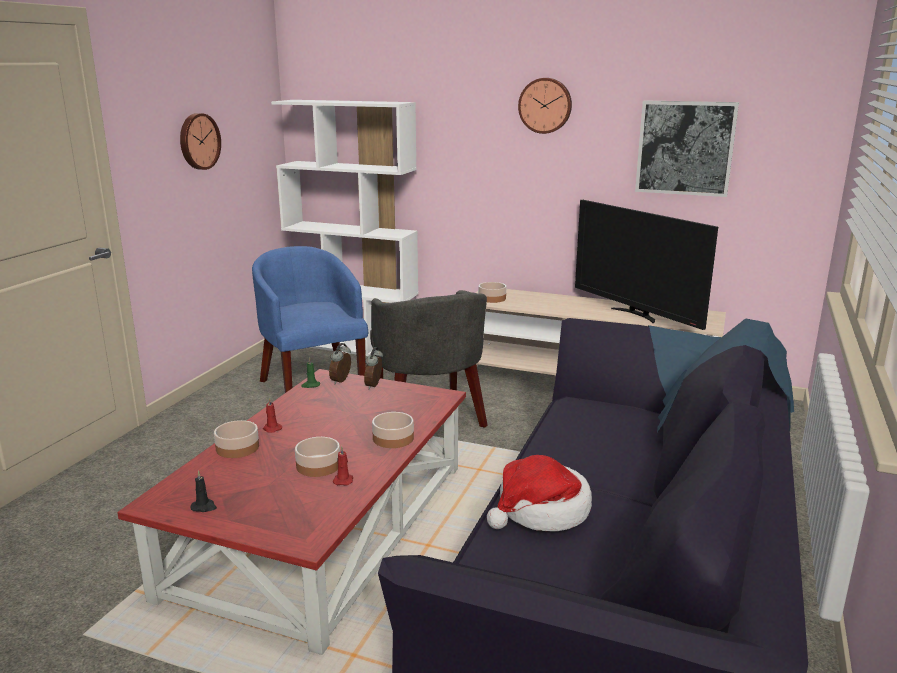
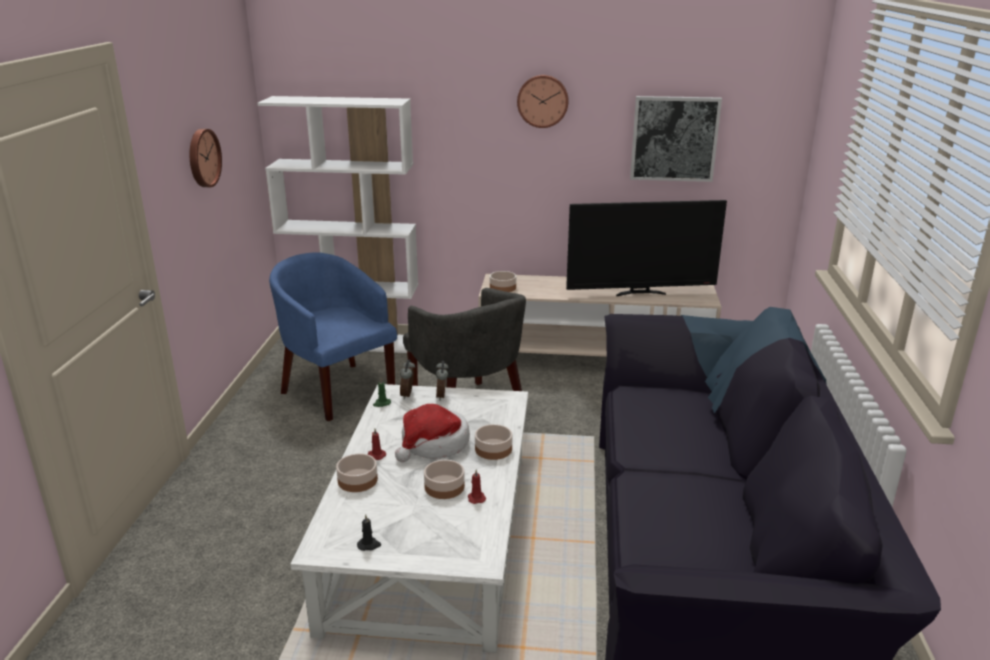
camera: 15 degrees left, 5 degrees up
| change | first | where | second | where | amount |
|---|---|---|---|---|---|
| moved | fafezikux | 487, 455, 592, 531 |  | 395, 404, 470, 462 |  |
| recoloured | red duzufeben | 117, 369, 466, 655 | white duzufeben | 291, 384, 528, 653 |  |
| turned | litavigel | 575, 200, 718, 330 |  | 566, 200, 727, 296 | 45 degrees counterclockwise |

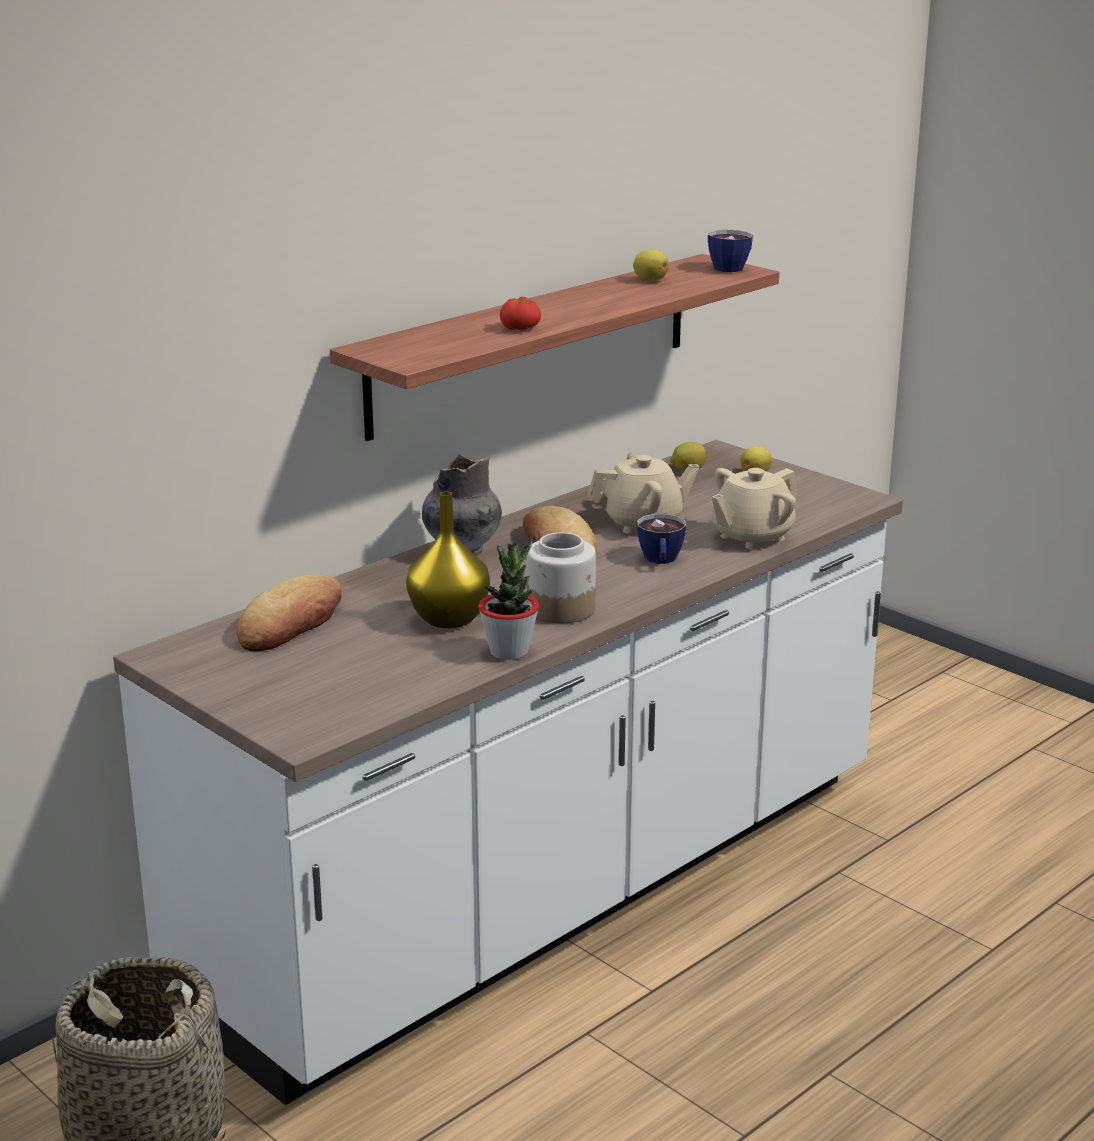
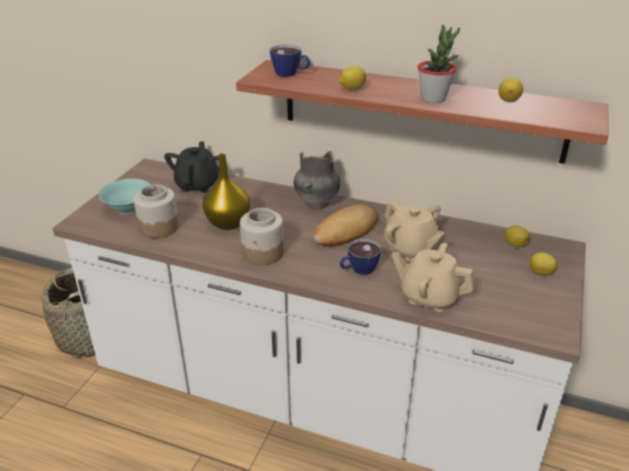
camera: 65 degrees right, 10 degrees up
| change | first | where | second | where | amount |
|---|---|---|---|---|---|
| added |  |  | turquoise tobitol | 99, 179, 151, 214 |  |
| added |  |  | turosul | 133, 184, 179, 238 |  |
| moved | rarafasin | 478, 538, 539, 660 |  | 417, 25, 460, 103 |  |
| moved | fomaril | 708, 230, 753, 272 |  | 270, 44, 310, 77 |  |
| replaced | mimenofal | 236, 574, 342, 652 | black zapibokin | 164, 141, 219, 193 |  |
| replaced | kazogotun | 500, 297, 541, 331 | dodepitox | 339, 66, 366, 90 |  |

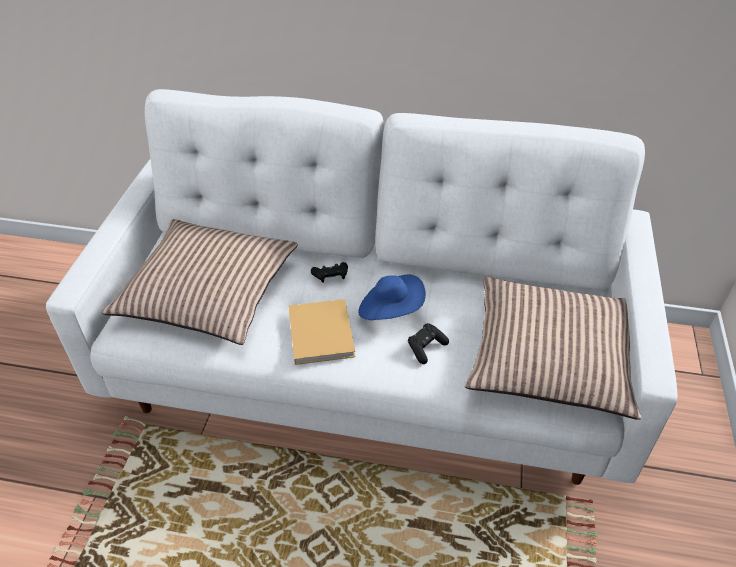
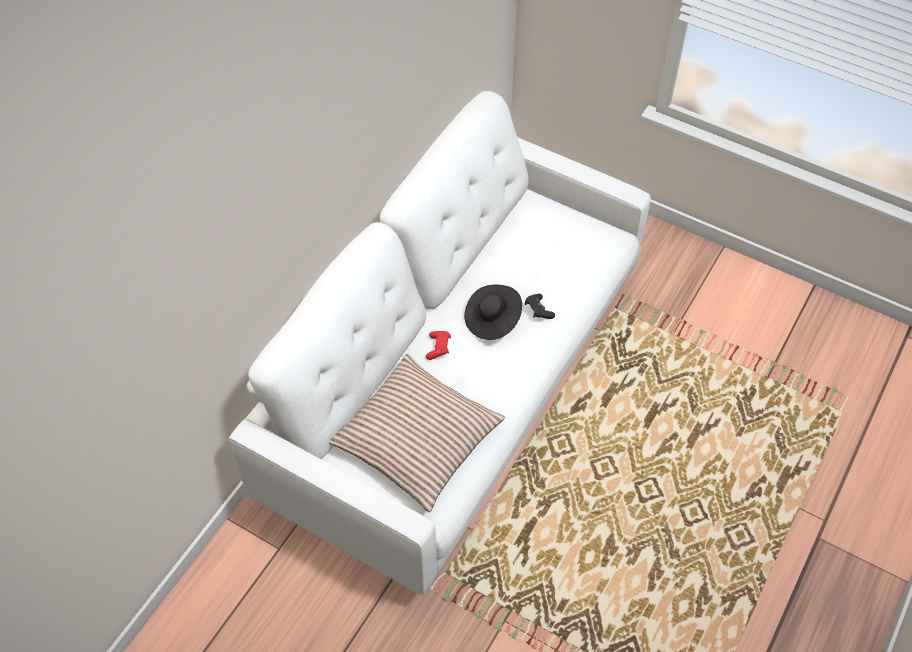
camera: 70 degrees left, 10 degrees up
| change | first | where | second | where | amount |
|---|---|---|---|---|---|
| removed | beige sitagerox | 288, 299, 355, 365 |  |  |  |
| removed | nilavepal | 465, 277, 642, 420 |  |  |  |
| recoloured | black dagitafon | 311, 262, 348, 283 | red dagitafon | 426, 331, 451, 360 |  |
| recoloured | blue fafezikux | 358, 274, 426, 320 | black fafezikux | 464, 285, 522, 340 |  |

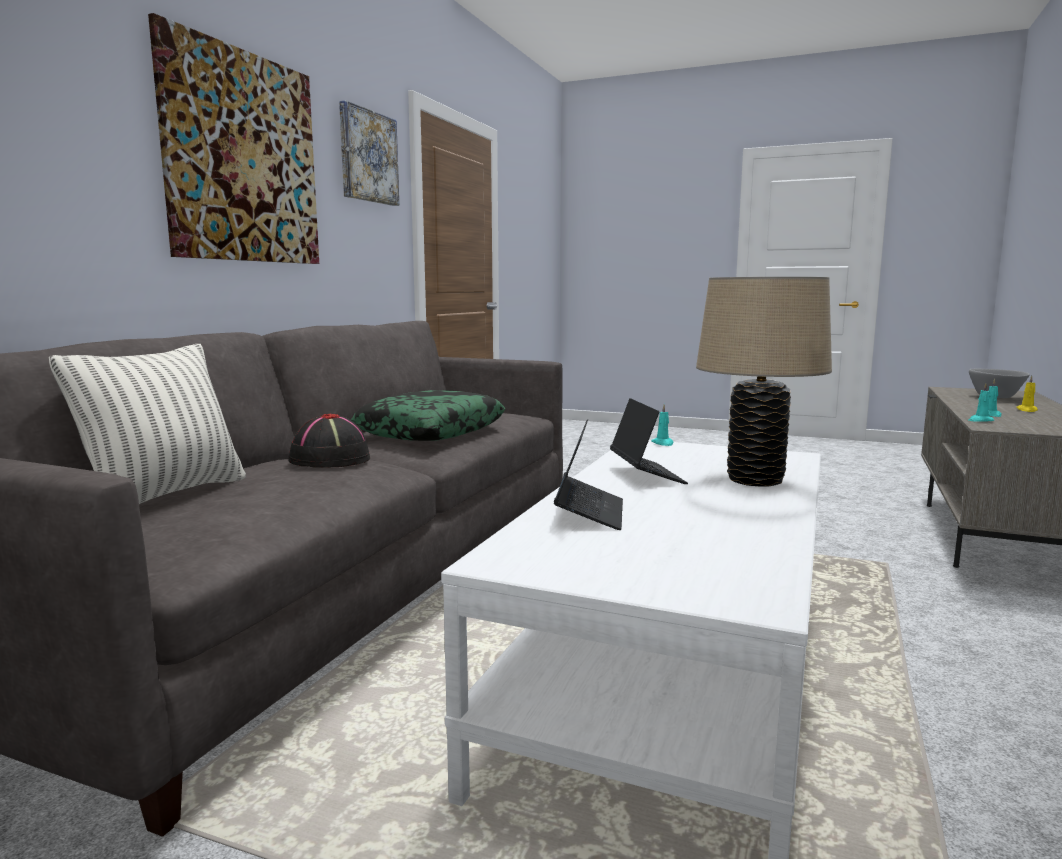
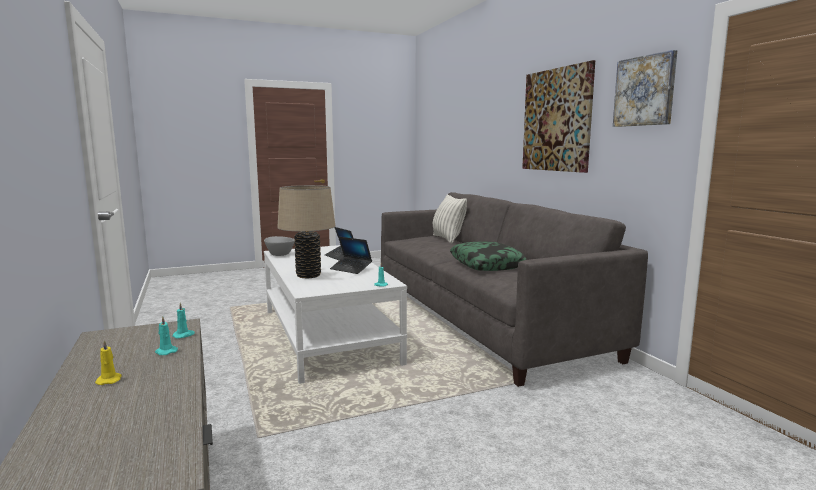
camera: 135 degrees right, 0 degrees up
| change | first | where | second | where | amount |
|---|---|---|---|---|---|
| removed | black fafezikux | 288, 414, 370, 468 |  |  |  |
| moved | grey tobitol | 969, 369, 1030, 398 |  | 264, 236, 295, 256 |  |

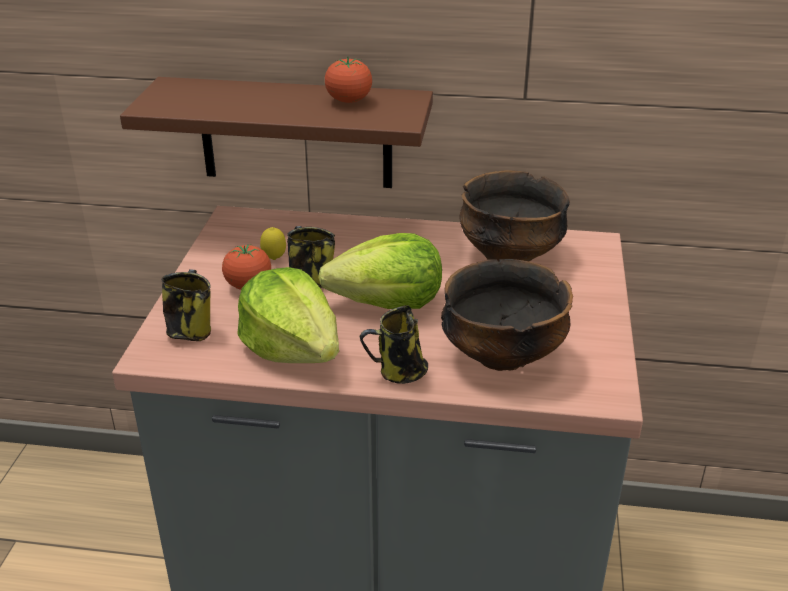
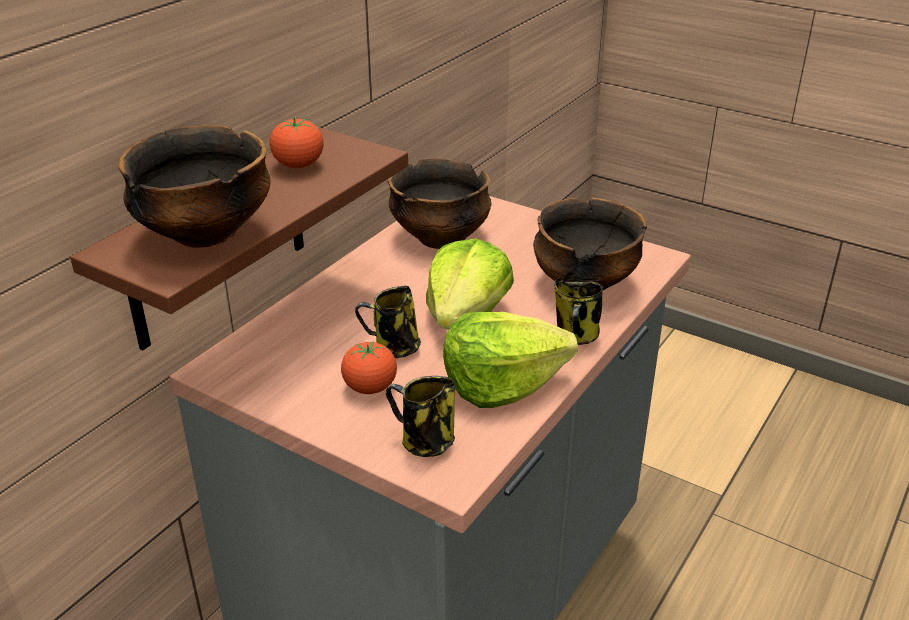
camera: 65 degrees left, 0 degrees up
| change | first | where | second | where | amount |
|---|---|---|---|---|---|
| removed | dodepitox | 260, 227, 286, 260 |  |  |  |
| added |  |  | tobitol | 118, 125, 271, 248 |  |

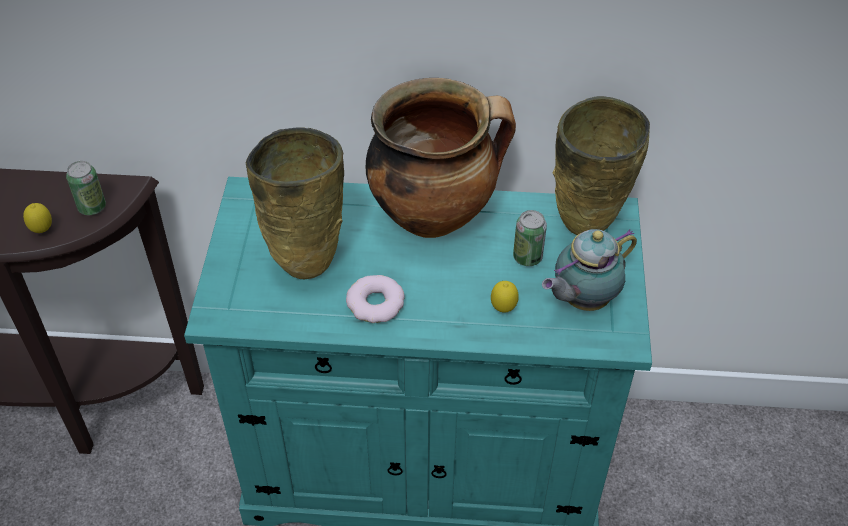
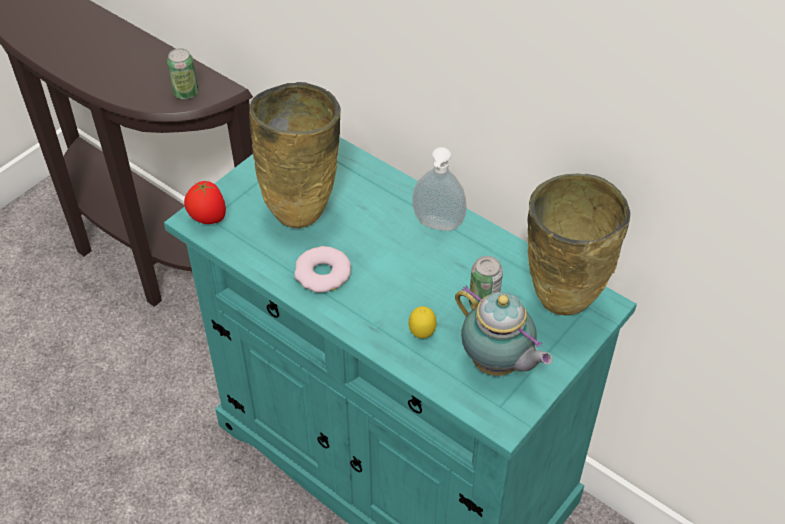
camera: 35 degrees right, 0 degrees up
| change | first | where | second | where | amount |
|---|---|---|---|---|---|
| removed | dodepitox | 23, 203, 52, 233 |  |  |  |
| added |  |  | kazogotun | 184, 181, 226, 224 |  |
| replaced | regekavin | 366, 78, 516, 238 | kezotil | 412, 147, 467, 231 |  |
| turned | zapibokin | 542, 229, 637, 311 |  | 455, 286, 553, 376 | 135 degrees counterclockwise |

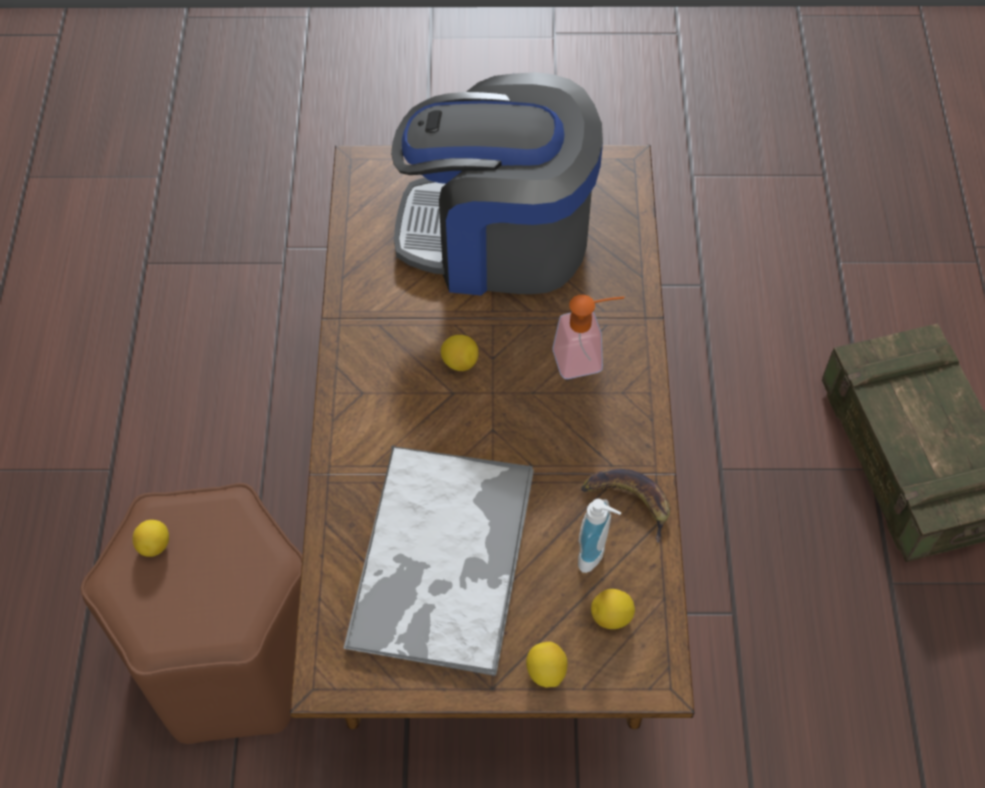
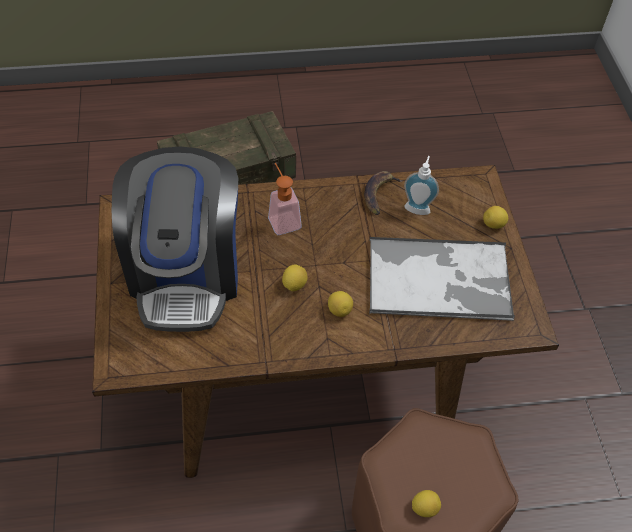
camera: 100 degrees left, 5 degrees down
| change | first | where | second | where | amount |
|---|---|---|---|---|---|
| moved | dodepitox | 591, 589, 635, 629 |  | 328, 291, 353, 317 |  |

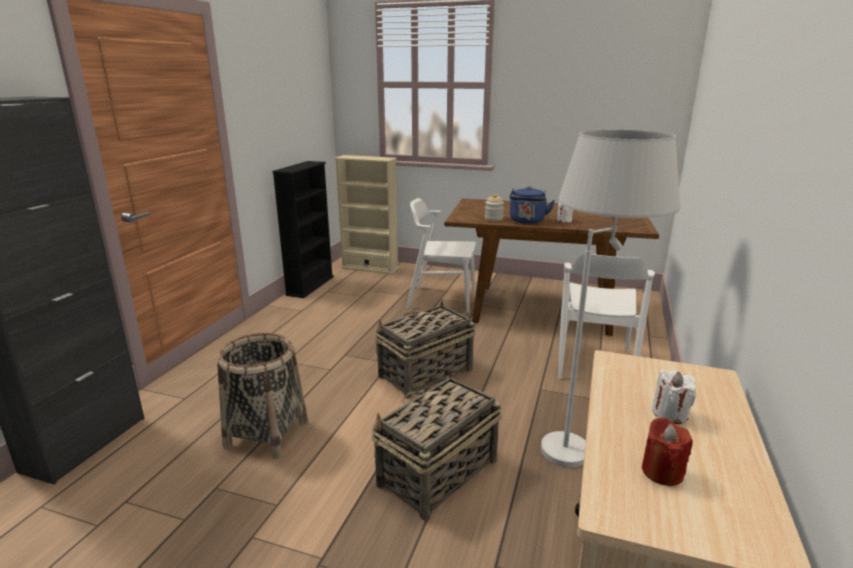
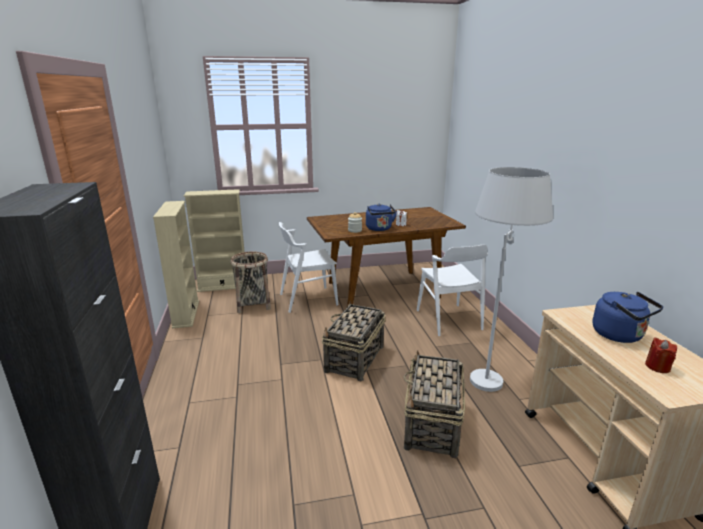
camera: 30 degrees left, 0 degrees up
| change | first | where | second | where | amount |
|---|---|---|---|---|---|
| moved | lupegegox | 217, 333, 308, 459 |  | 230, 251, 271, 313 |  |
| replaced | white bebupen | 652, 370, 696, 424 | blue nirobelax | 593, 292, 663, 343 |  |
| recoloured | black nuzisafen | 272, 161, 334, 298 | beige nuzisafen | 153, 201, 199, 328 |  |

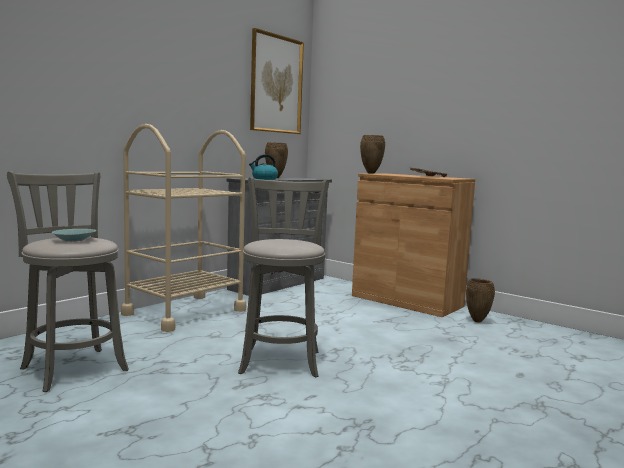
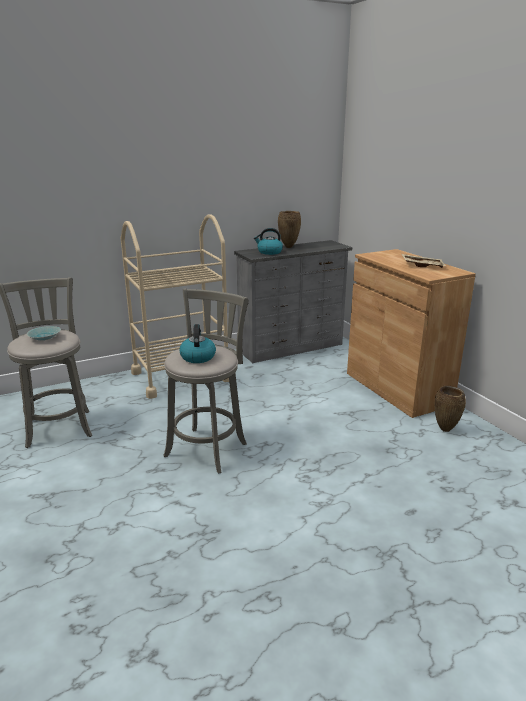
camera: 25 degrees right, 15 degrees up
| change | first | where | second | where | amount |
|---|---|---|---|---|---|
| removed | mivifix | 250, 28, 304, 134 |  |  |  |
| removed | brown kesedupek | 360, 135, 385, 174 |  |  |  |
| added |  |  | nirobelax | 179, 324, 216, 363 |  |

